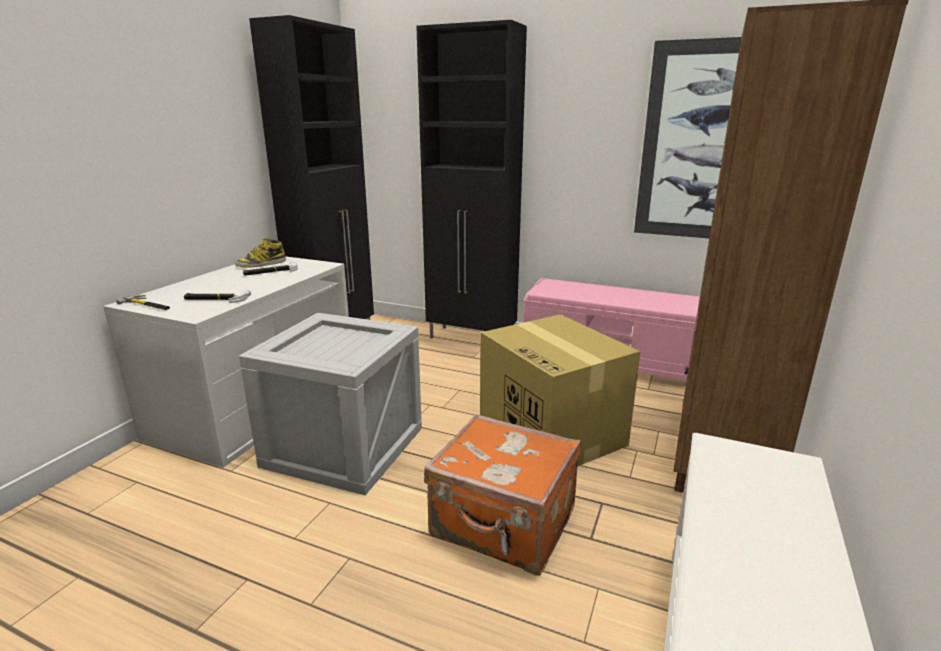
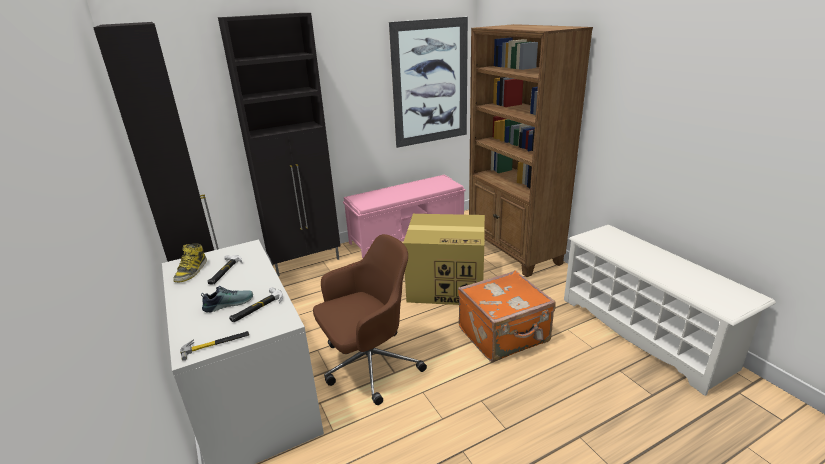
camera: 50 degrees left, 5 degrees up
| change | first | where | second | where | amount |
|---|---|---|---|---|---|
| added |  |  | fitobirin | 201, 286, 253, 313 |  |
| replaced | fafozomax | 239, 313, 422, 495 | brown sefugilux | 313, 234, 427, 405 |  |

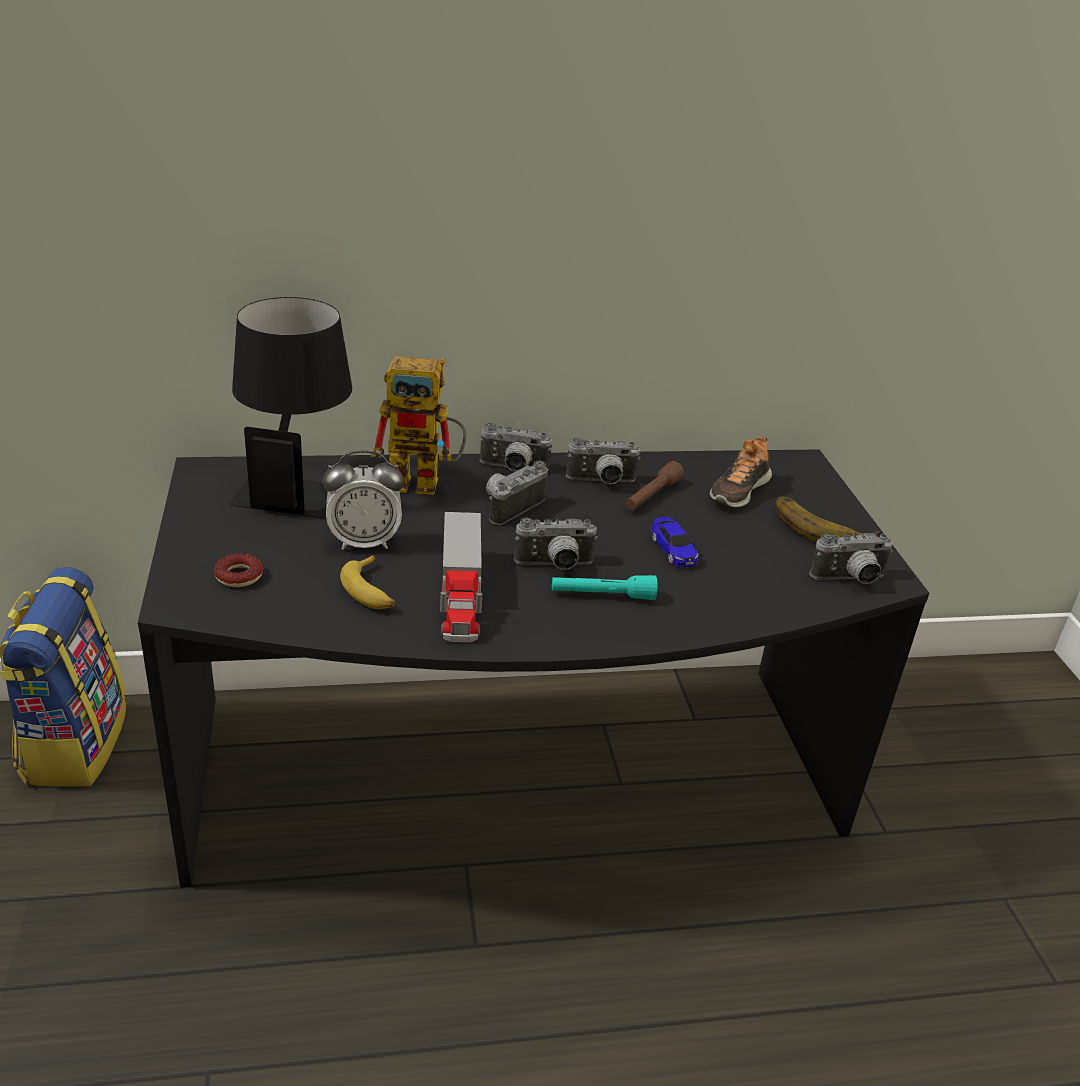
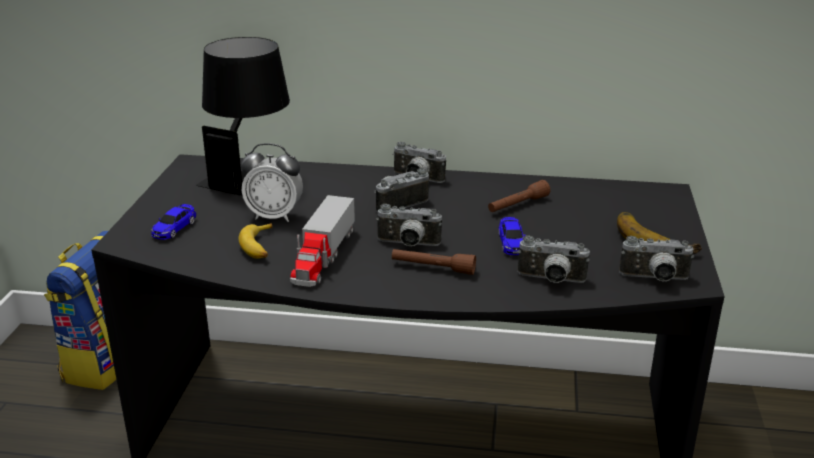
camera: 20 degrees right, 5 degrees down
| change | first | where | second | where | amount |
|---|---|---|---|---|---|
| removed | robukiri | 371, 356, 467, 495 |  |  |  |
| removed | fitobirin | 710, 437, 772, 508 |  |  |  |
| moved | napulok | 566, 438, 641, 484 |  | 517, 236, 590, 283 |  |
| replaced | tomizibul | 214, 553, 263, 587 | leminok | 151, 204, 196, 240 |  |
| recoloured | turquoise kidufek | 552, 575, 657, 600 | brown kidufek | 392, 249, 476, 275 |  |

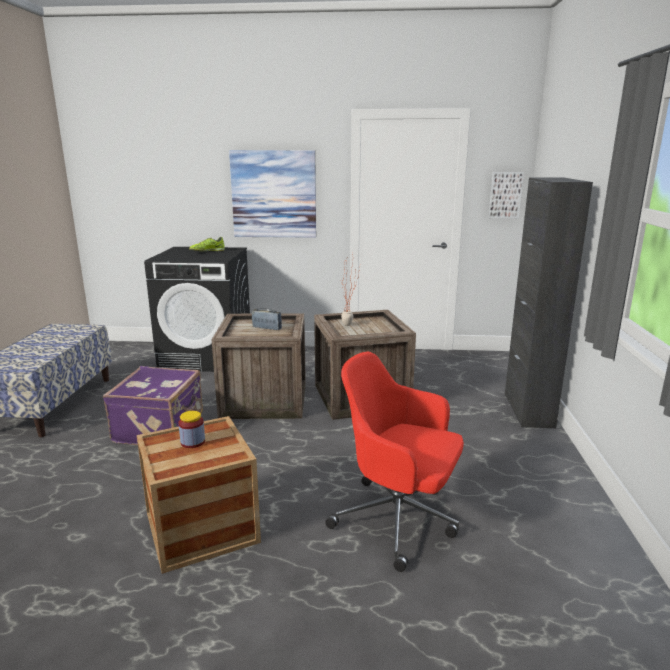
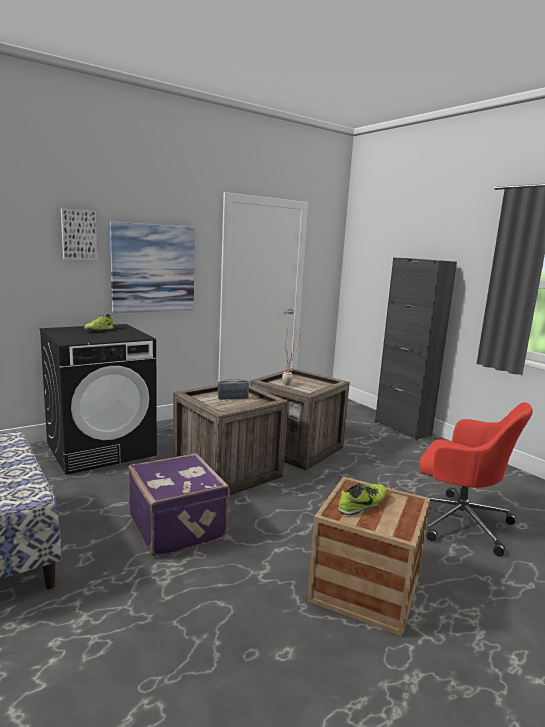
camera: 40 degrees left, 5 degrees down
| change | first | where | second | where | amount |
|---|---|---|---|---|---|
| moved | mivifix | 488, 172, 524, 218 |  | 61, 208, 97, 260 |  |
| replaced | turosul | 179, 411, 205, 448 | fitobirin | 338, 483, 387, 516 |  |
| turned | red sefugilux | 325, 352, 464, 572 |  | 419, 402, 533, 557 | 135 degrees counterclockwise |

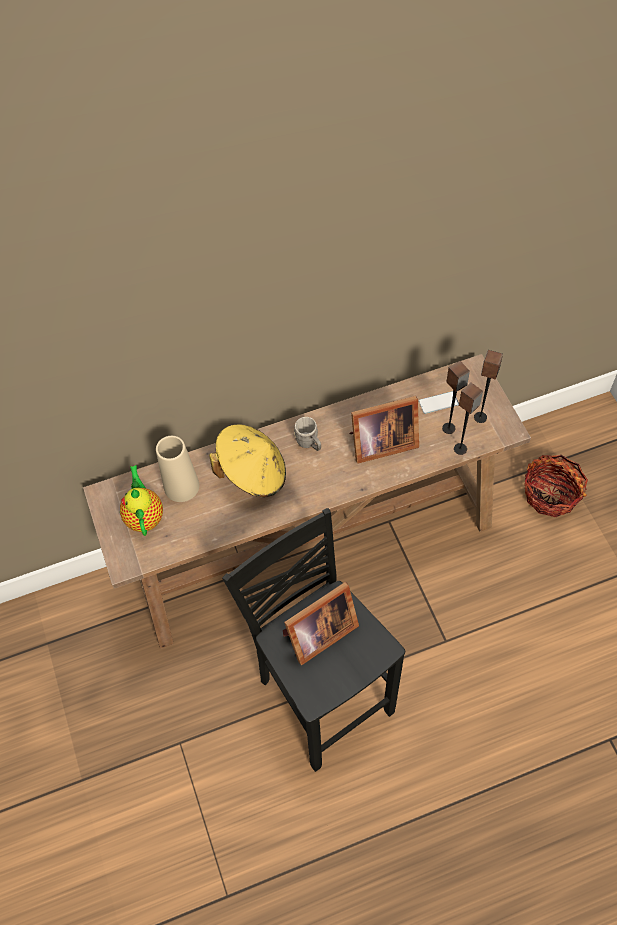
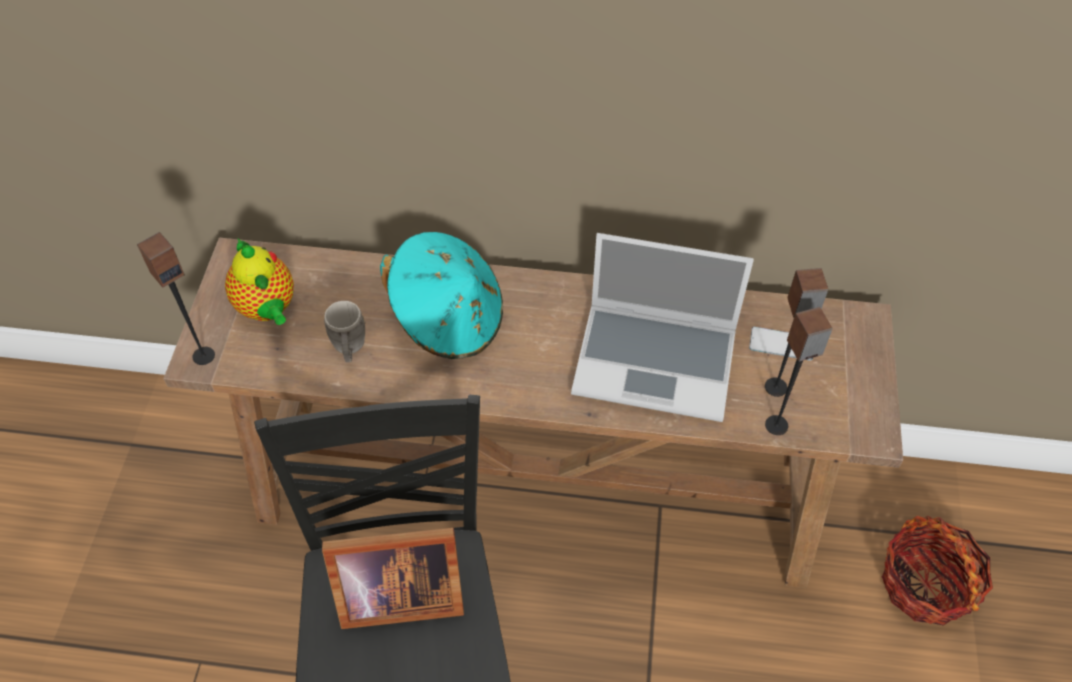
camera: 25 degrees right, 5 degrees down
| change | first | where | second | where | amount |
|---|---|---|---|---|---|
| removed | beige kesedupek | 156, 436, 199, 502 |  |  |  |
| moved | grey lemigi | 294, 417, 321, 451 |  | 324, 301, 366, 363 |  |
| moved | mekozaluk | 474, 350, 503, 423 |  | 137, 232, 215, 365 |  |
| replaced | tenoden | 349, 396, 419, 464 | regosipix | 571, 233, 754, 422 |  |
| recoloured | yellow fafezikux | 209, 425, 286, 497 | turquoise fafezikux | 380, 232, 503, 359 |  |
| turned | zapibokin | 120, 465, 163, 536 |  | 225, 239, 294, 325 | 135 degrees clockwise |

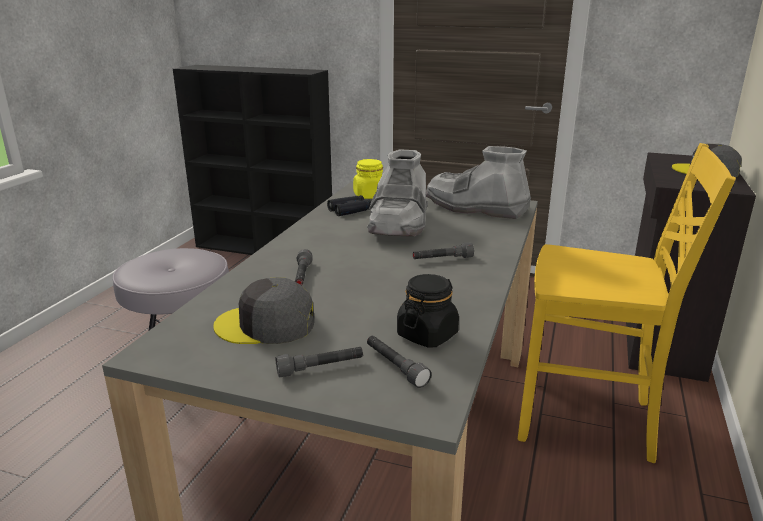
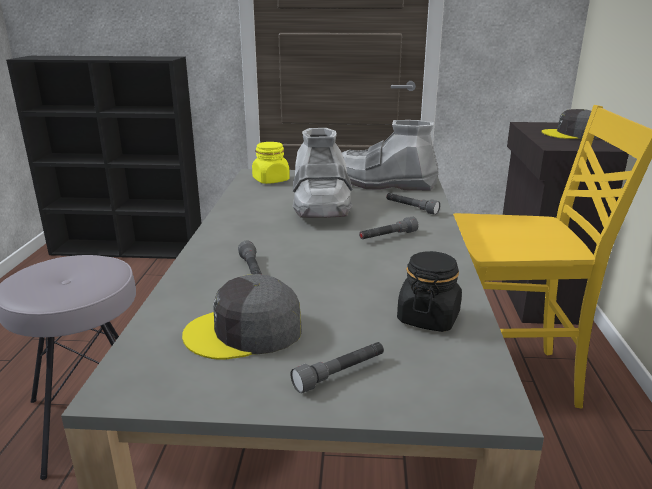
camera: 15 degrees left, 0 degrees up
| change | first | where | second | where | amount |
|---|---|---|---|---|---|
| removed | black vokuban | 327, 195, 371, 216 |  |  |  |
| moved | grey kidufek | 367, 336, 431, 388 |  | 386, 193, 440, 215 |  |

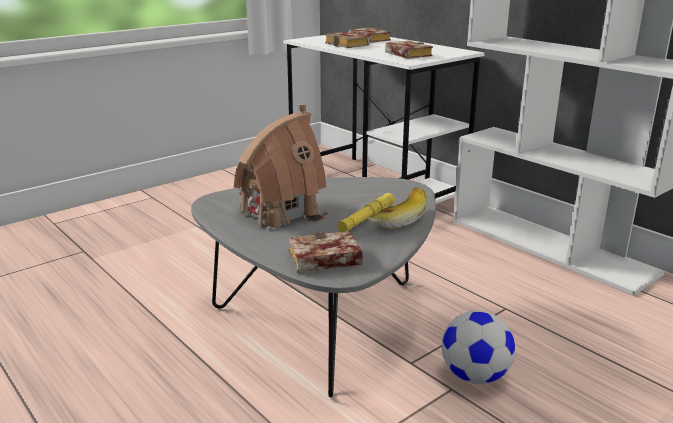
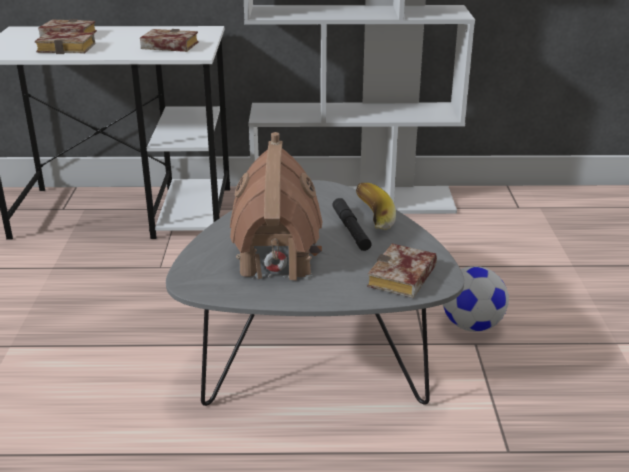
camera: 50 degrees left, 5 degrees up
| change | first | where | second | where | amount |
|---|---|---|---|---|---|
| recoloured | yellow kidufek | 337, 193, 395, 232 | black kidufek | 332, 198, 372, 251 |  |

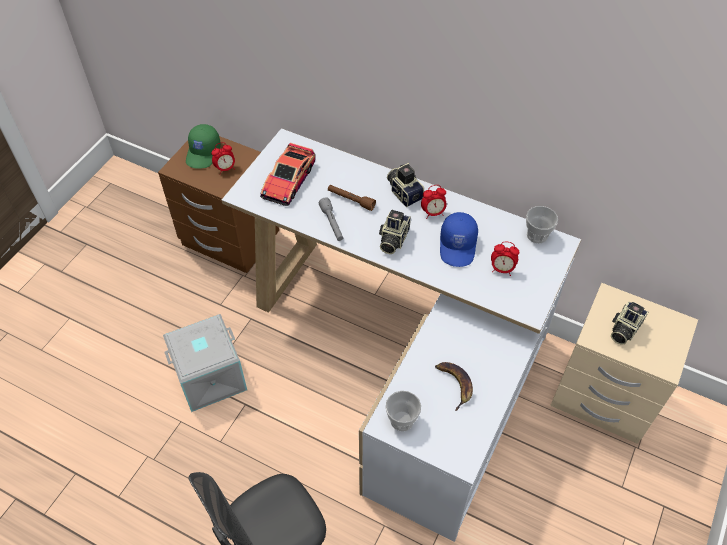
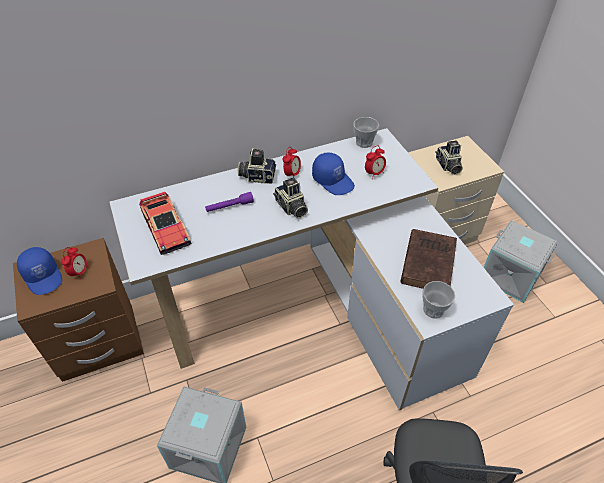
camera: 50 degrees left, 5 degrees down
| change | first | where | second | where | amount |
|---|---|---|---|---|---|
| removed | grey kidufek | 319, 197, 343, 241 |  |  |  |
| added |  |  | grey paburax | 484, 220, 558, 303 |  |
| replaced | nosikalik | 435, 362, 473, 411 | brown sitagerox | 401, 229, 457, 289 |  |
| recoloured | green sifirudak | 186, 124, 221, 169 | blue sifirudak | 17, 247, 62, 295 |  |
| recoloured | brown kidufek | 328, 185, 376, 211 | purple kidufek | 205, 192, 254, 212 |  |

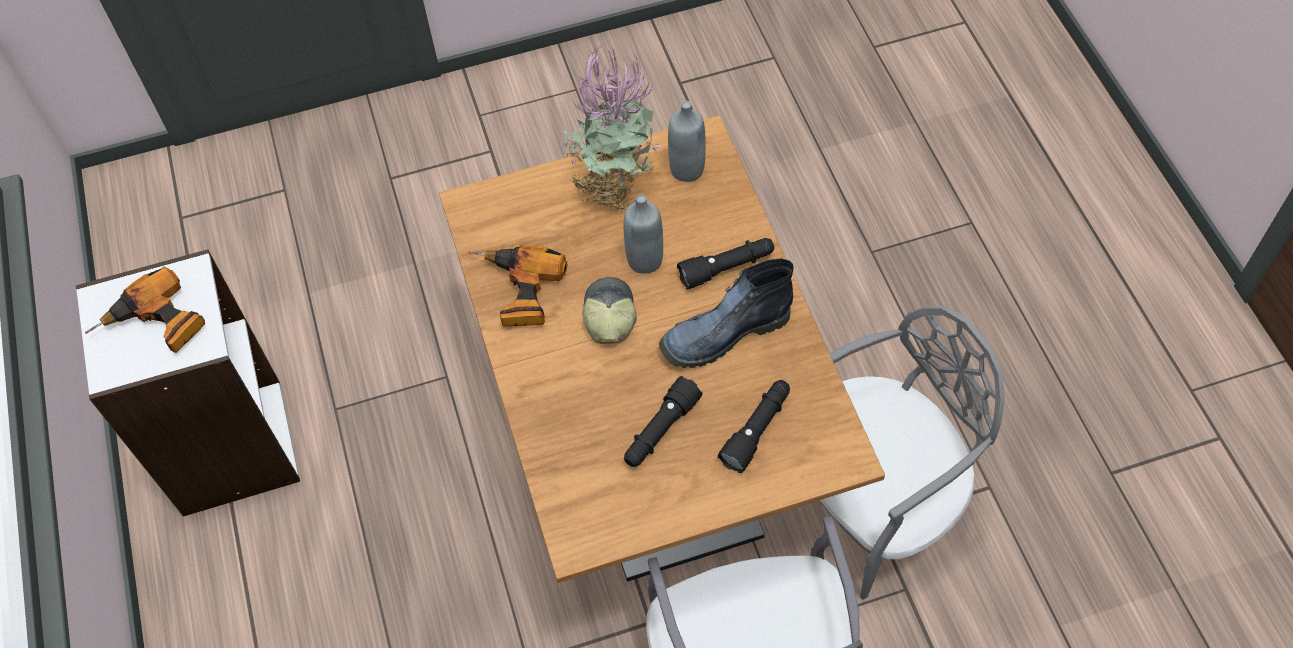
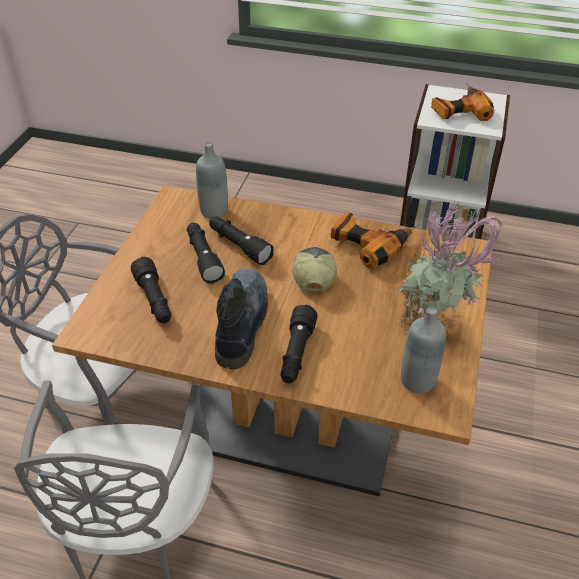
camera: 120 degrees right, 15 degrees down
| change | first | where | second | where | amount |
|---|---|---|---|---|---|
| added |  |  | black kidufek | 209, 216, 274, 265 |  |
| moved | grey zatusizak | 623, 194, 663, 274 |  | 196, 142, 228, 219 |  |
| turned | sifirudak | 582, 277, 637, 344 |  | 292, 247, 337, 292 | 120 degrees counterclockwise |

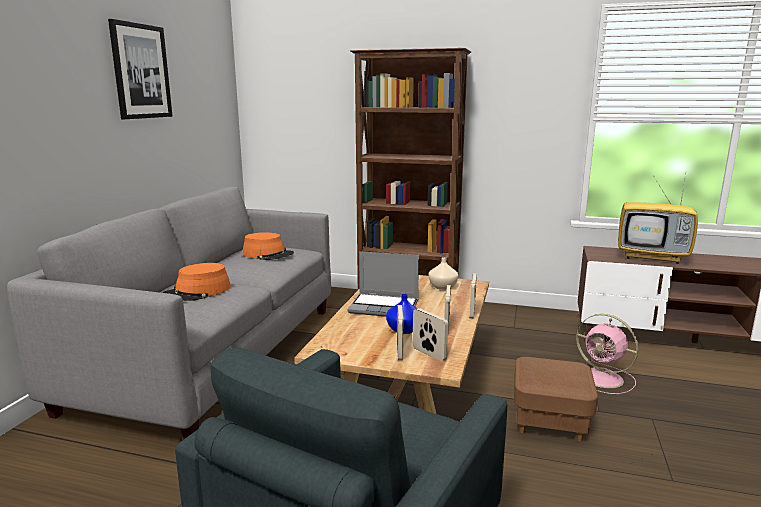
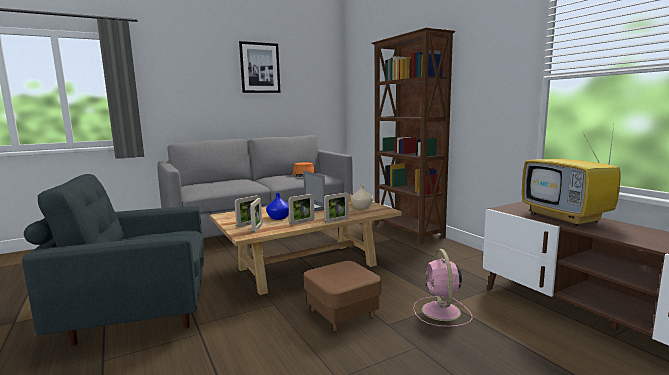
camera: 45 degrees right, 5 degrees down
| change | first | where | second | where | amount |
|---|---|---|---|---|---|
| removed | orange fafezikux | 163, 263, 231, 301 |  |  |  |

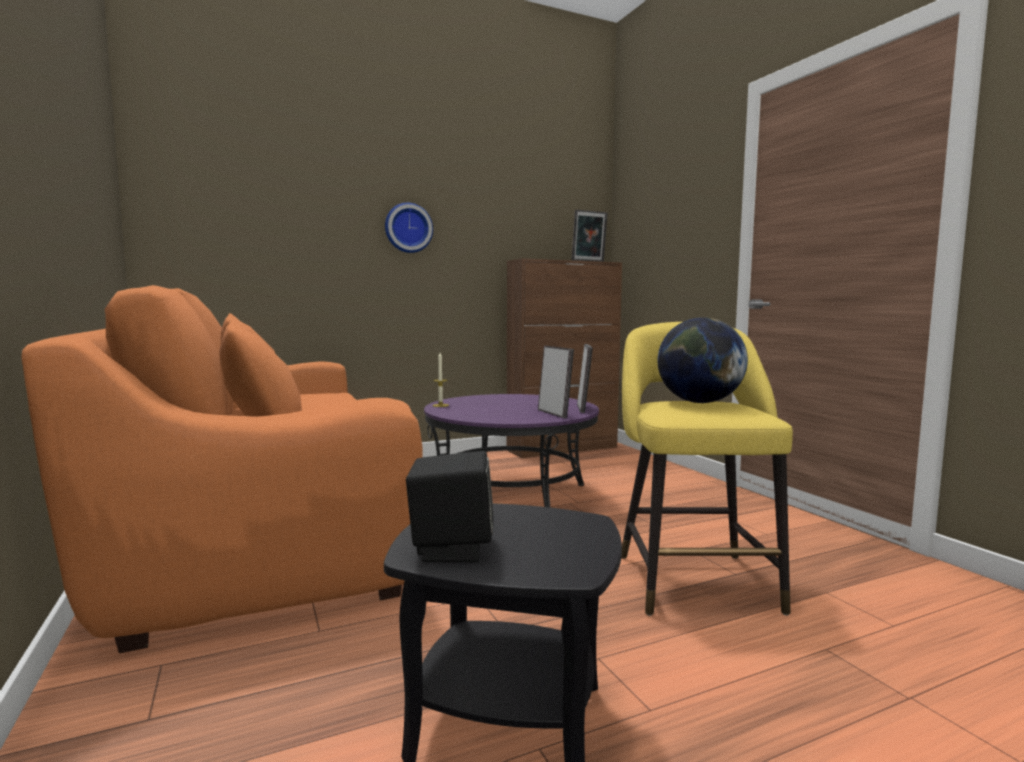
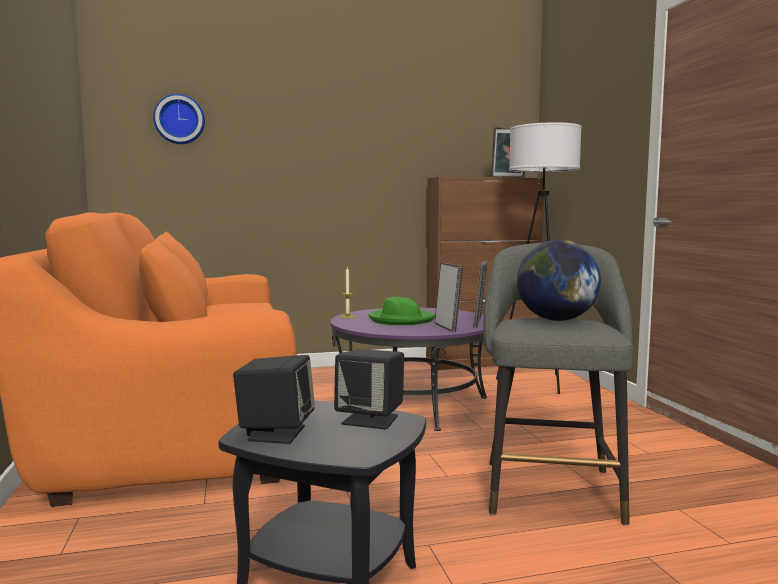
camera: 10 degrees right, 0 degrees up
| change | first | where | second | where | amount |
|---|---|---|---|---|---|
| added |  |  | black mekozaluk | 334, 349, 404, 429 |  |
| added |  |  | green fafezikux | 369, 297, 435, 325 |  |
| added |  |  | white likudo | 496, 122, 582, 394 |  |
| moved | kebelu | 385, 203, 433, 253 |  | 153, 94, 205, 144 |  |
| recoloured | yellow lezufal | 621, 322, 793, 616 | grey lezufal | 483, 243, 633, 526 |  |

